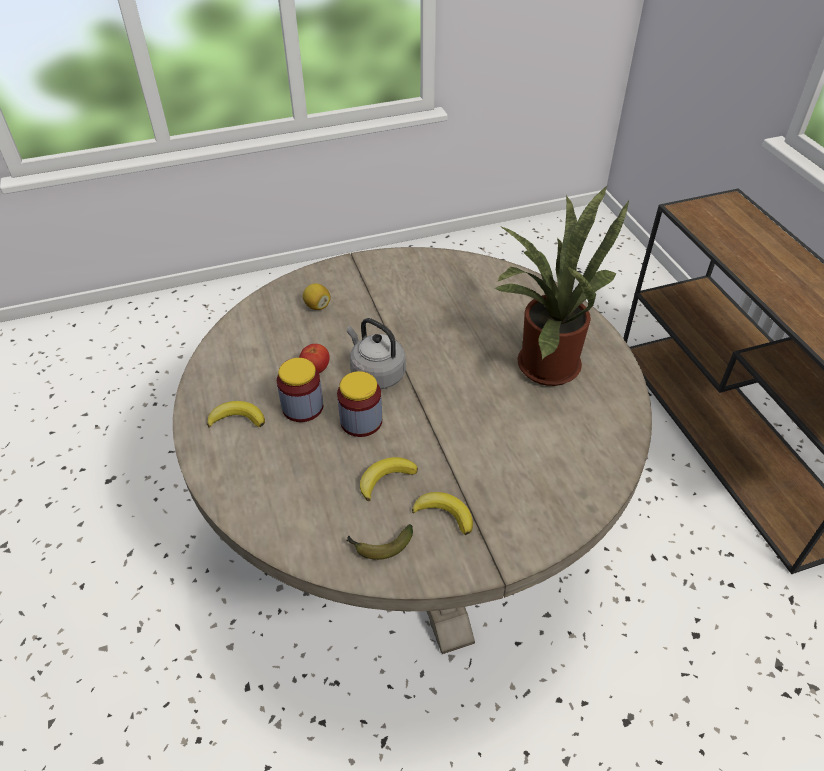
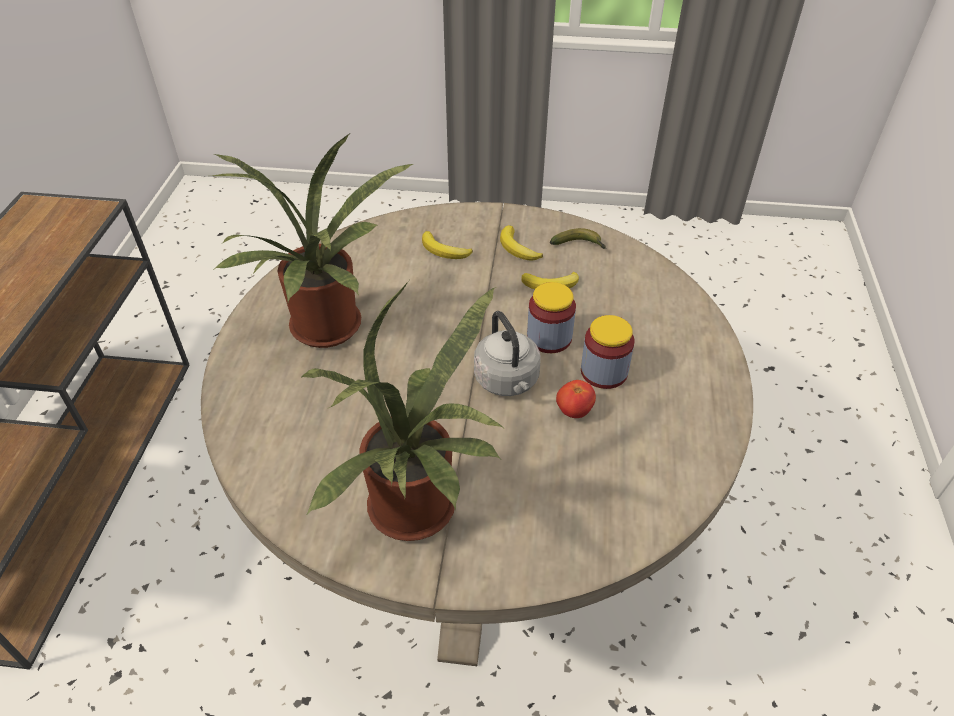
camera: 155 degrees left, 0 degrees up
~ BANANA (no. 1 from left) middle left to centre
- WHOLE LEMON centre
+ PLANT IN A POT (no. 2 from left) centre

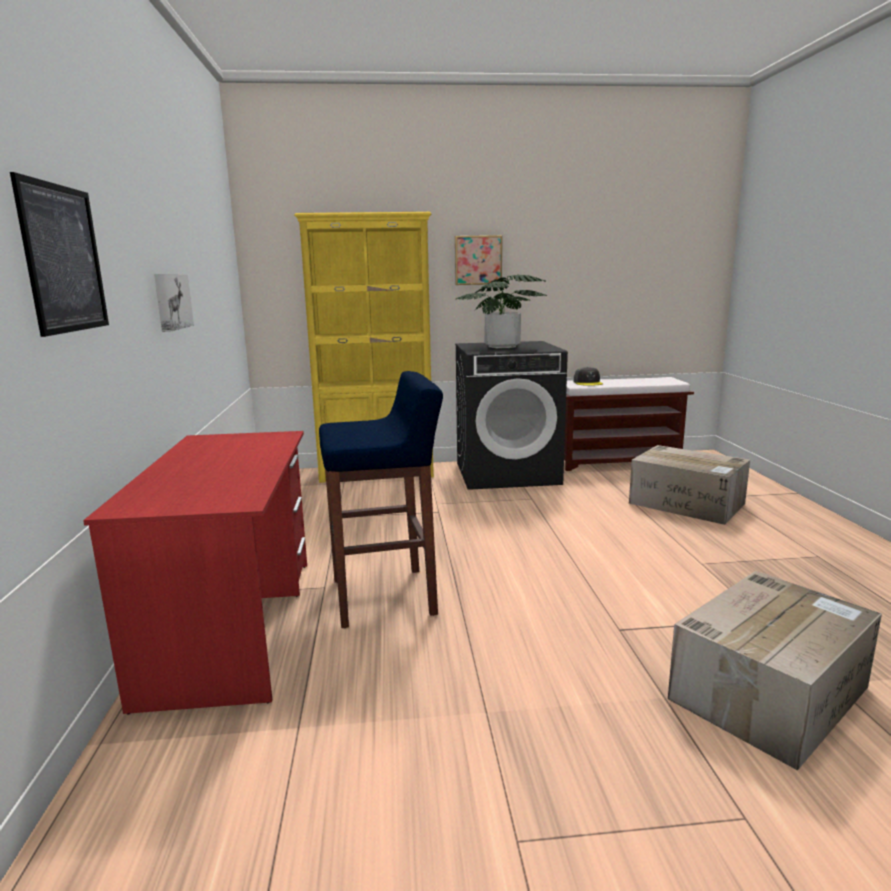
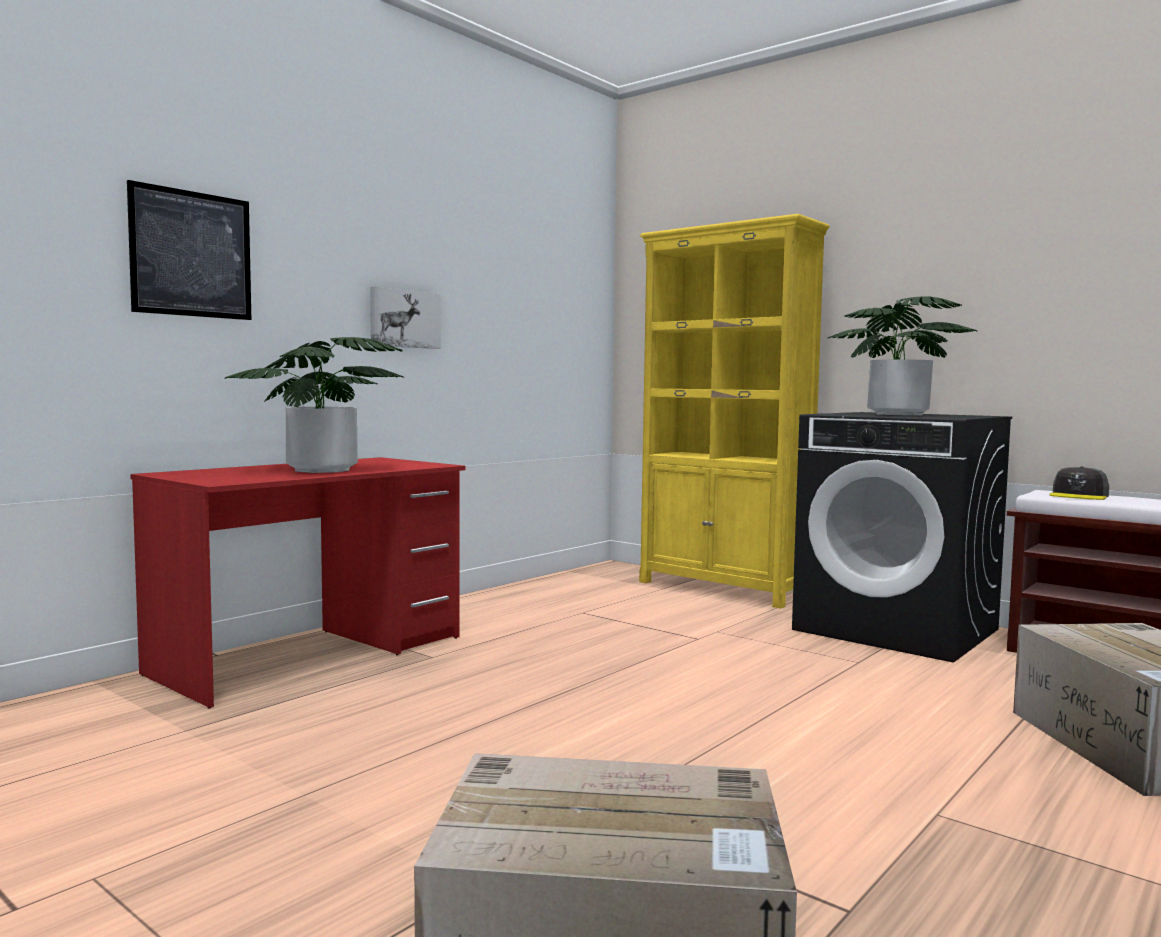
camera: 45 degrees right, 10 degrees down
- BLUE SITTING STOOL centre
- WALL PICTURE (no. 3 from left) top centre
+ PLANT IN A POT (no. 1 from left) middle left

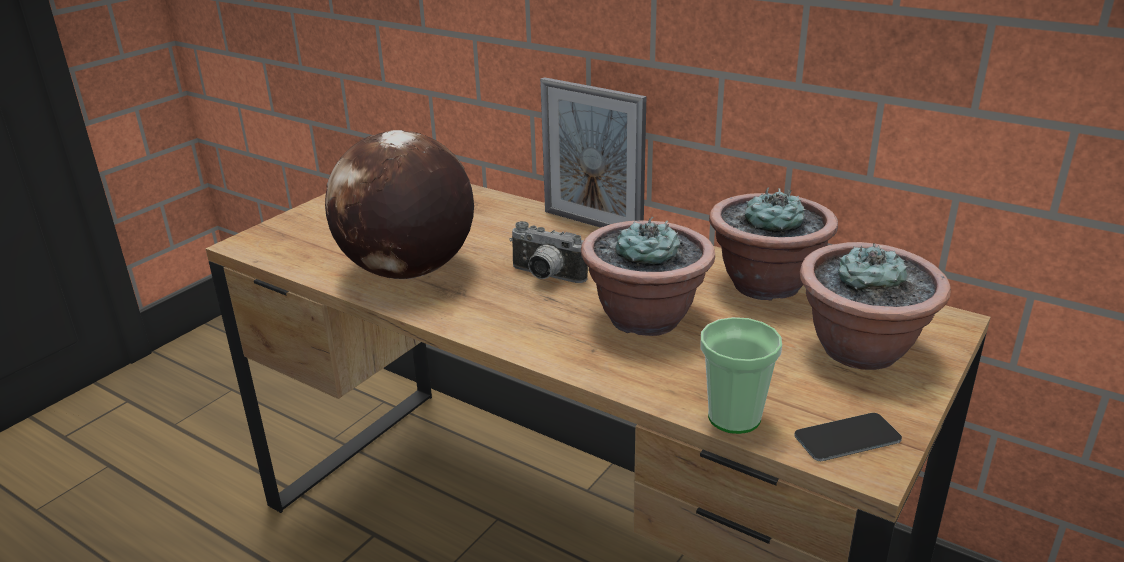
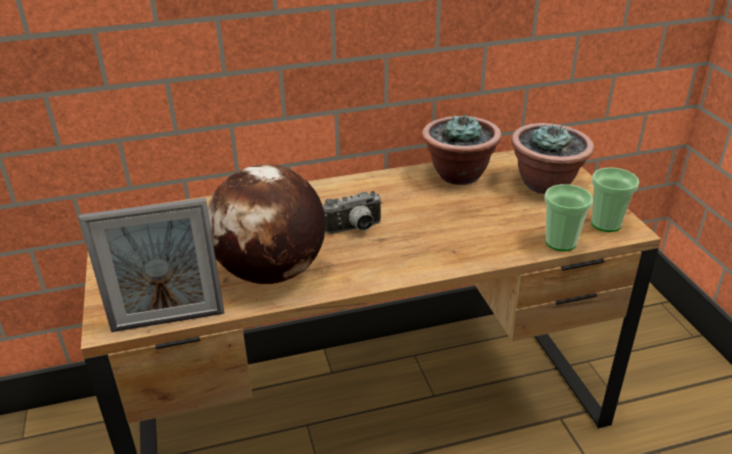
camera: 50 degrees left, 5 degrees up
~ PICTURE FRAME top centre to middle left
- PLANT IN A POT (no. 1 from left) centre
~ HANDSET bottom right to CUP (no. 2 from left) middle right

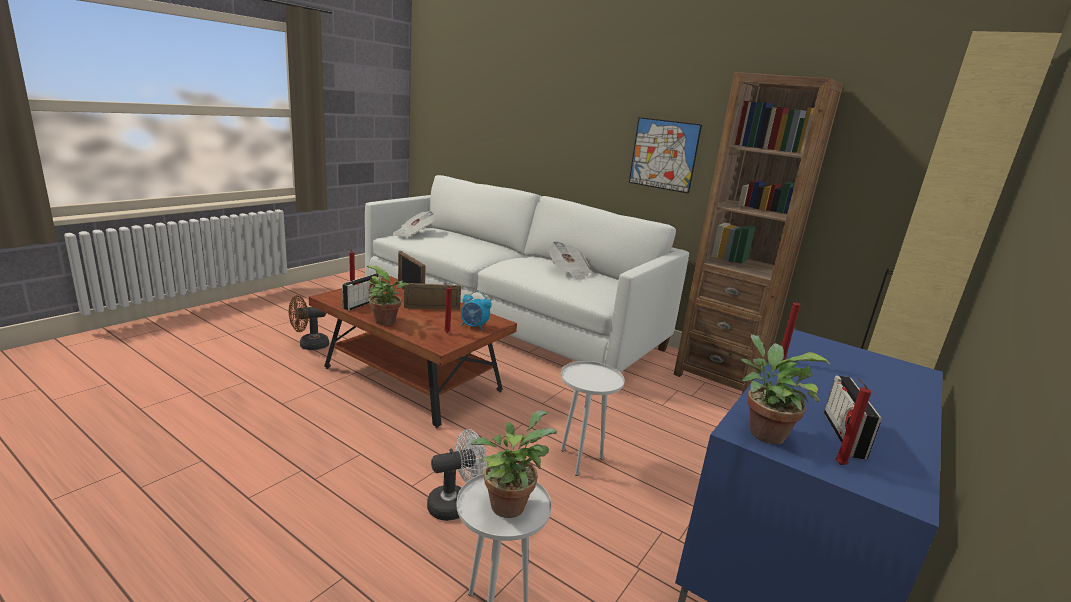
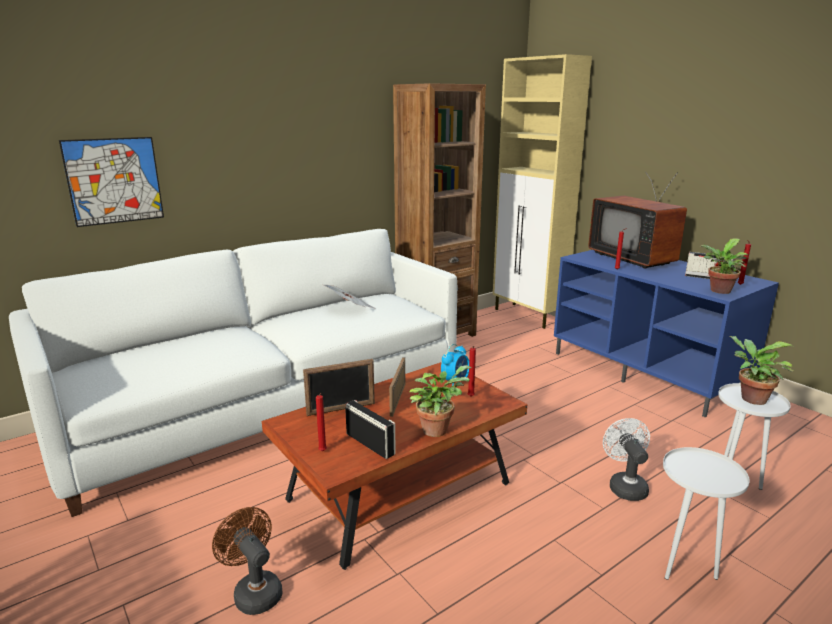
camera: 70 degrees left, 0 degrees up
~ BROWNISH FAN middle left = bottom left 150 degrees clockwise
- DAILY PAPER (no. 1 from left) centre
~ WHITE SIDE TABLE (no. 2 from left in the first image) bottom centre to WHITE SIDE TABLE (no. 1 from left) bottom right
~ WALL PICTURE top centre to top left
+ TELEVISION middle right

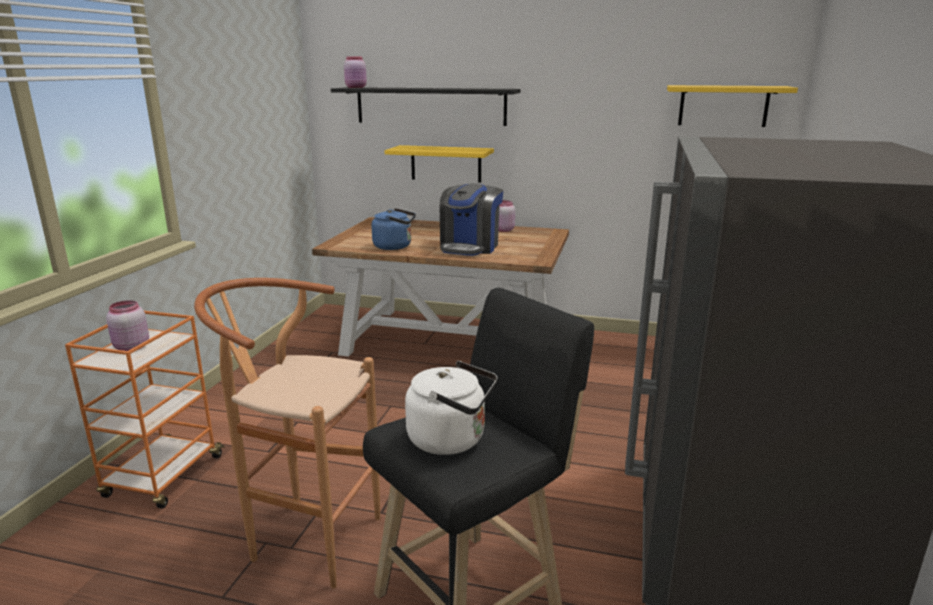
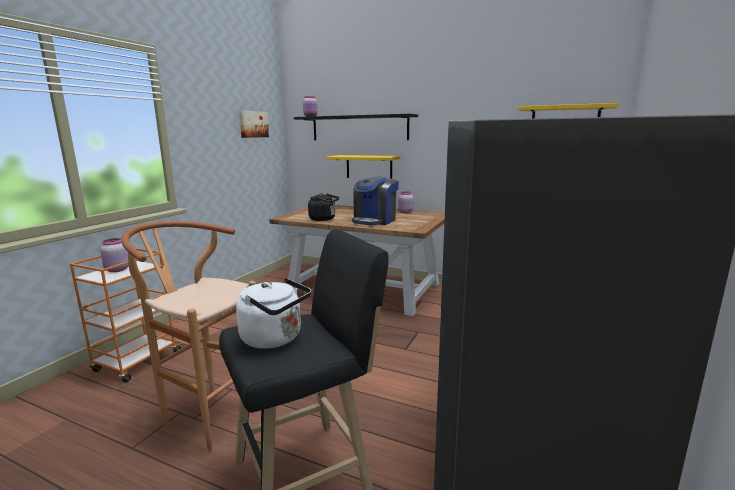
camera: 10 degrees right, 5 degrees down
~ BLUE KETTLE centre to BLACKISH KETTLE centre
+ WALL PICTURE top centre

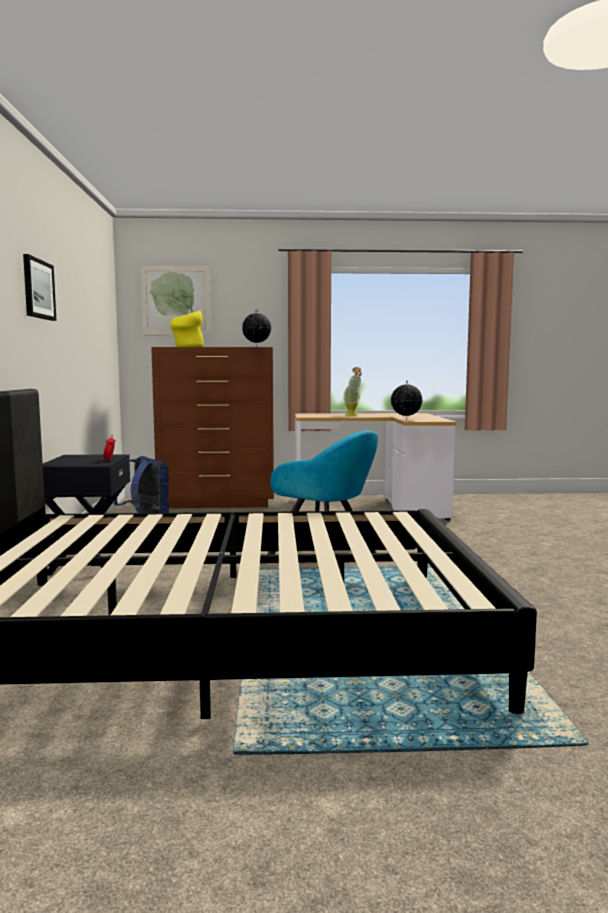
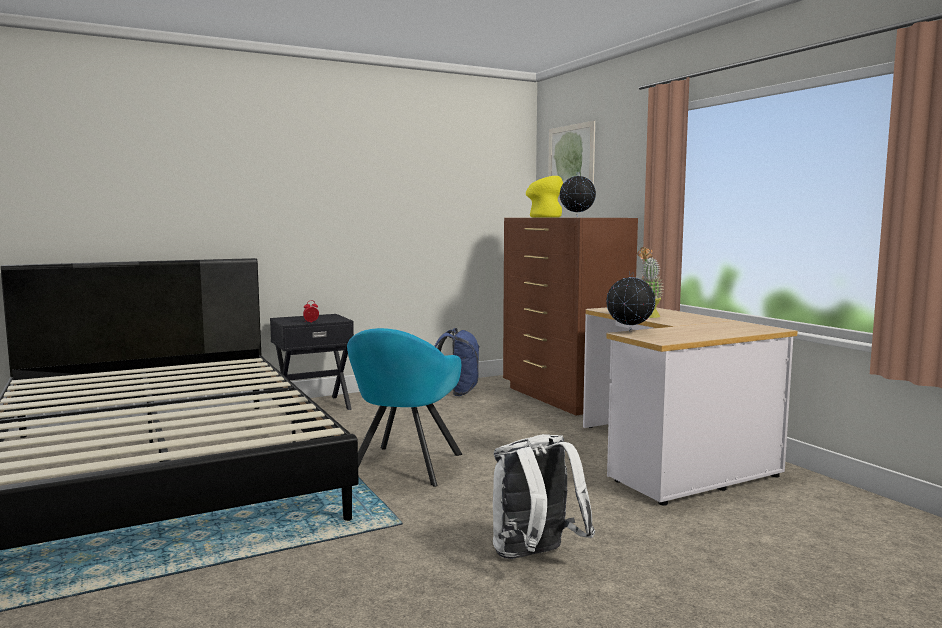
camera: 65 degrees right, 0 degrees up
- WALL PICTURE (no. 1 from left) top left
+ WHITE KNAPSACK bottom centre

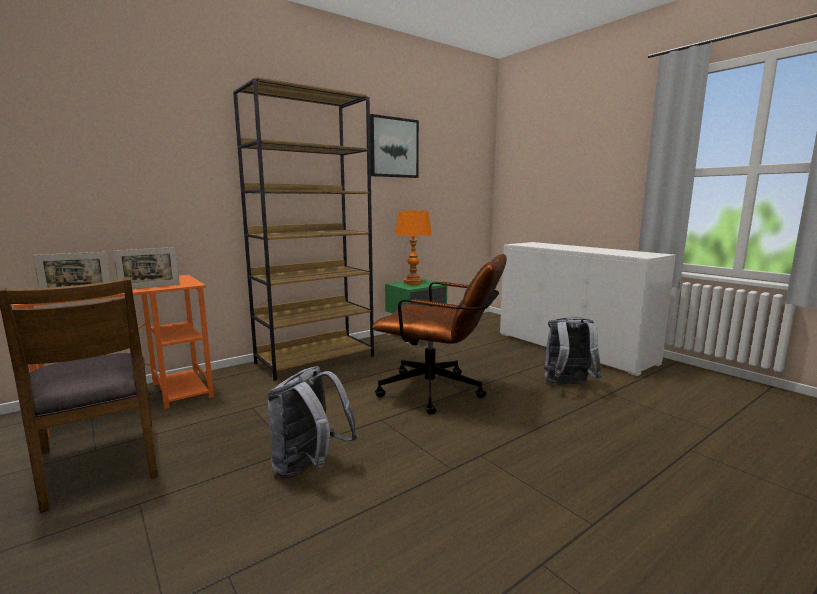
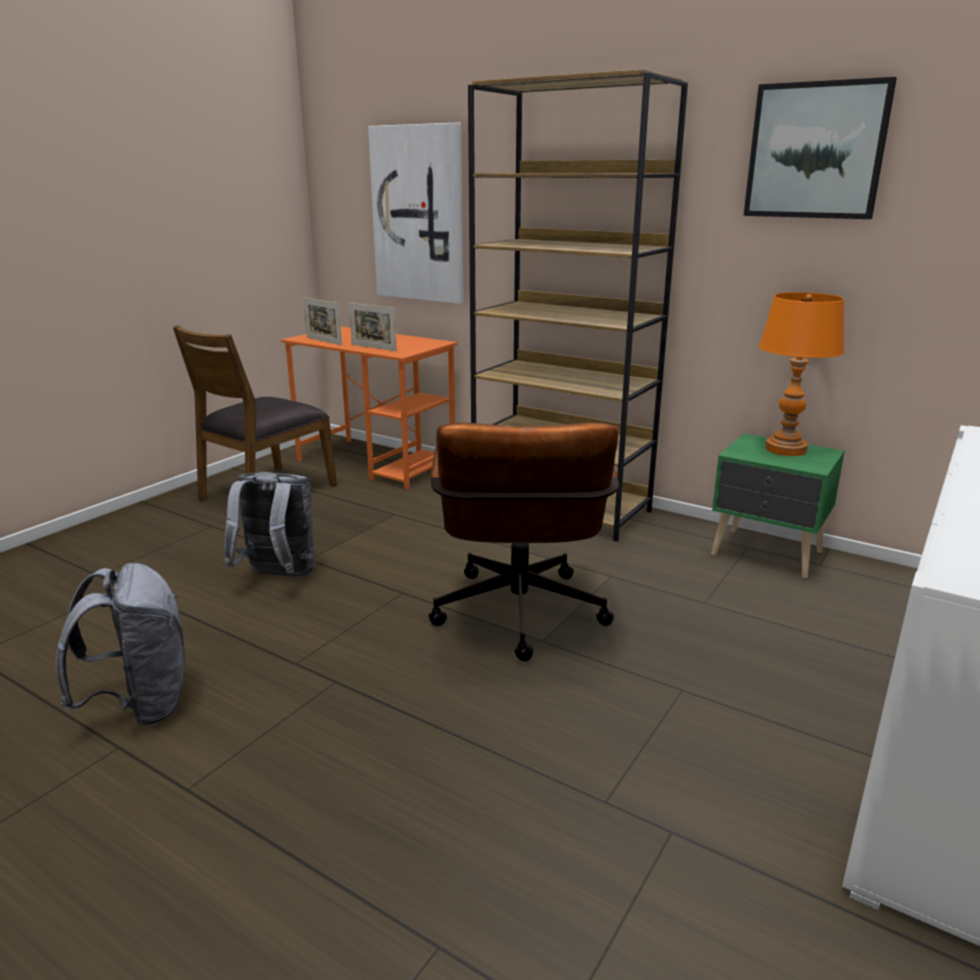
camera: 70 degrees right, 10 degrees up
~ GRAY KNAPSACK (no. 2 from left in the first image) middle right to GRAY KNAPSACK (no. 1 from left) middle left
+ WALL PICTURE (no. 1 from left) top centre

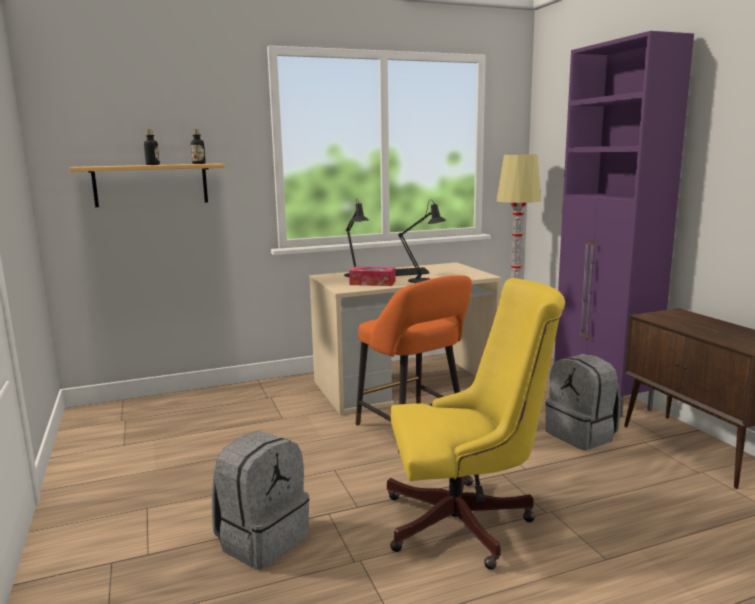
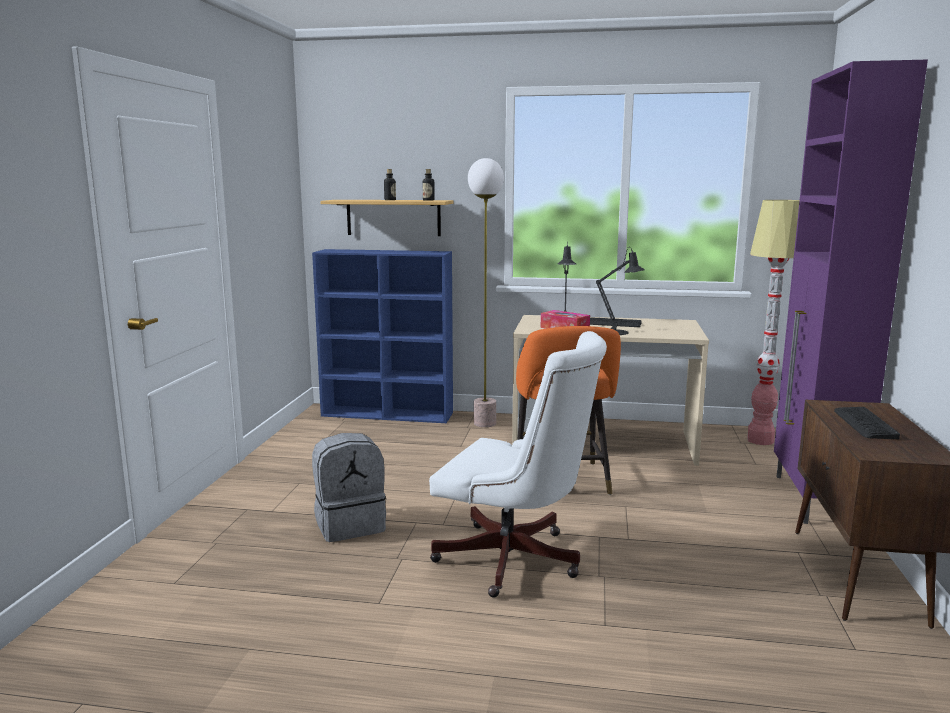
camera: 30 degrees right, 0 degrees up
~ YELLOW COMPUTER CHAIR bottom centre to WHITE COMPUTER CHAIR centre
- GRAY KNAPSACK (no. 2 from left) middle right
+ BLUE BOOKSHELF centre
+ STANDARD LAMP (no. 1 from left) centre
+ PC KEYBOARD (no. 2 from left) middle right

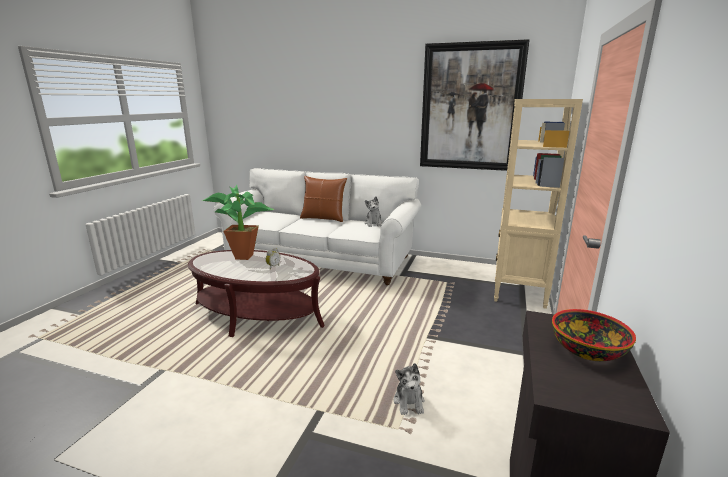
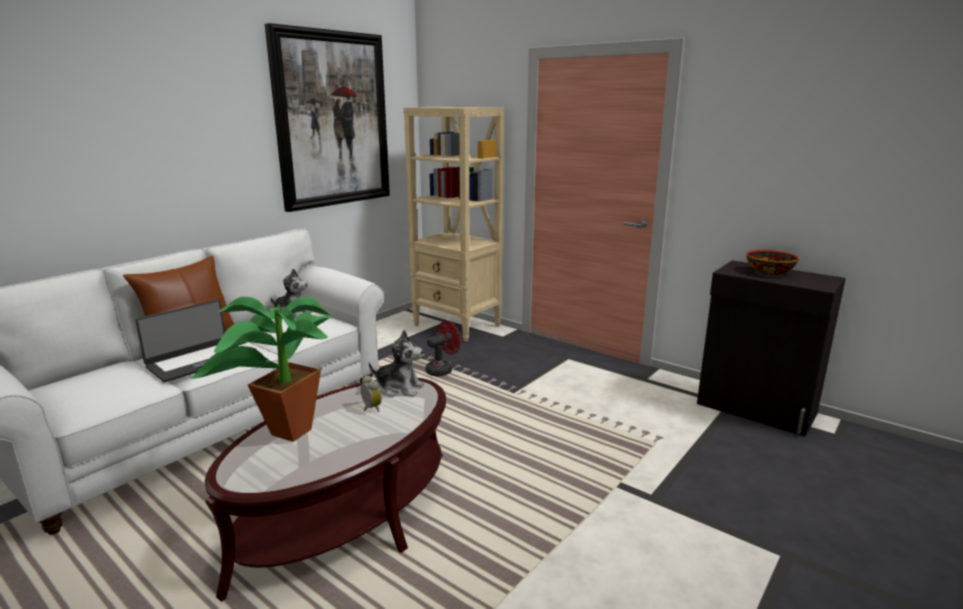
camera: 70 degrees left, 0 degrees up
~ SOFT TOY (no. 2 from left) bottom centre to centre
+ LAPTOP middle left
+ RED-COLOURED FAN centre

